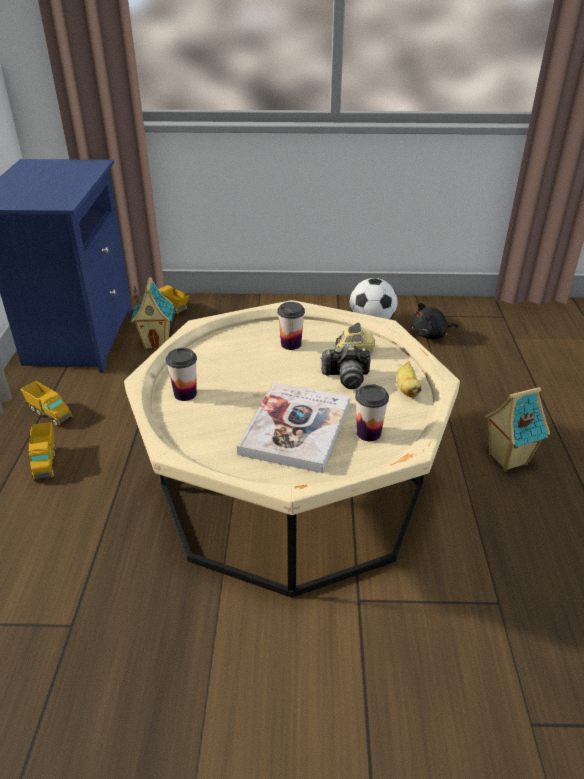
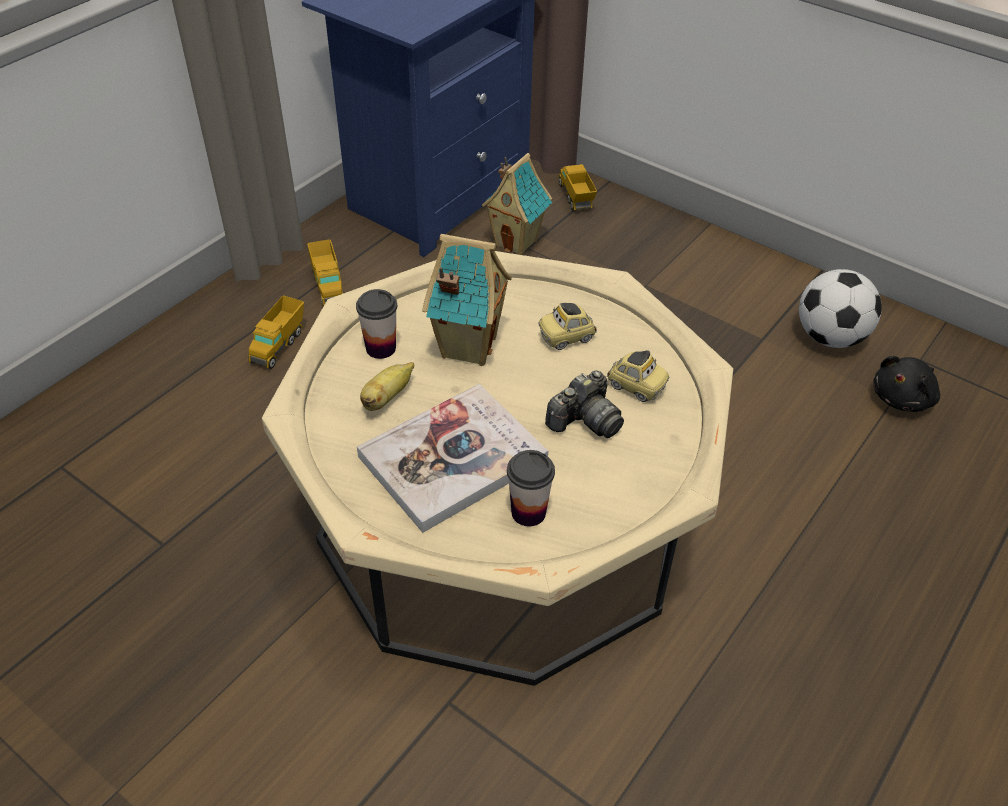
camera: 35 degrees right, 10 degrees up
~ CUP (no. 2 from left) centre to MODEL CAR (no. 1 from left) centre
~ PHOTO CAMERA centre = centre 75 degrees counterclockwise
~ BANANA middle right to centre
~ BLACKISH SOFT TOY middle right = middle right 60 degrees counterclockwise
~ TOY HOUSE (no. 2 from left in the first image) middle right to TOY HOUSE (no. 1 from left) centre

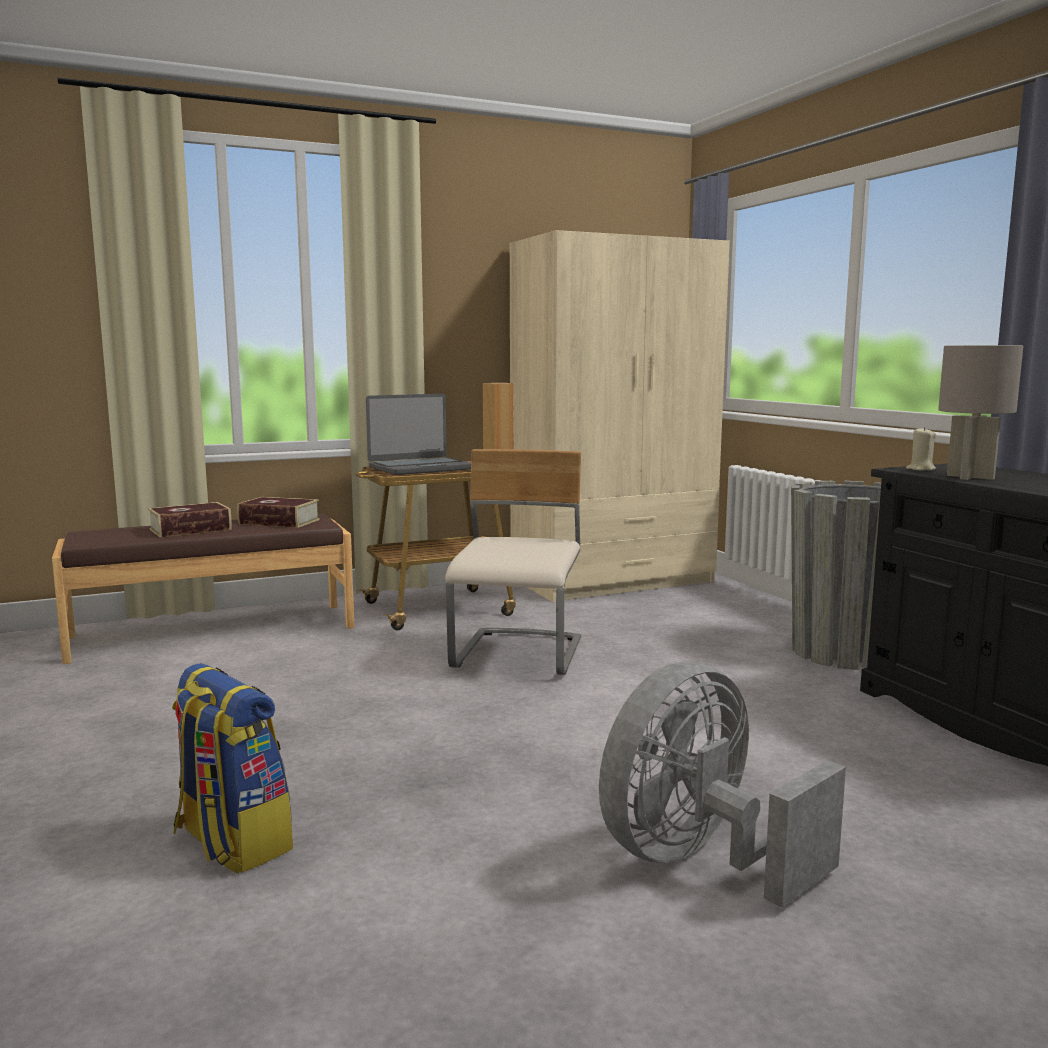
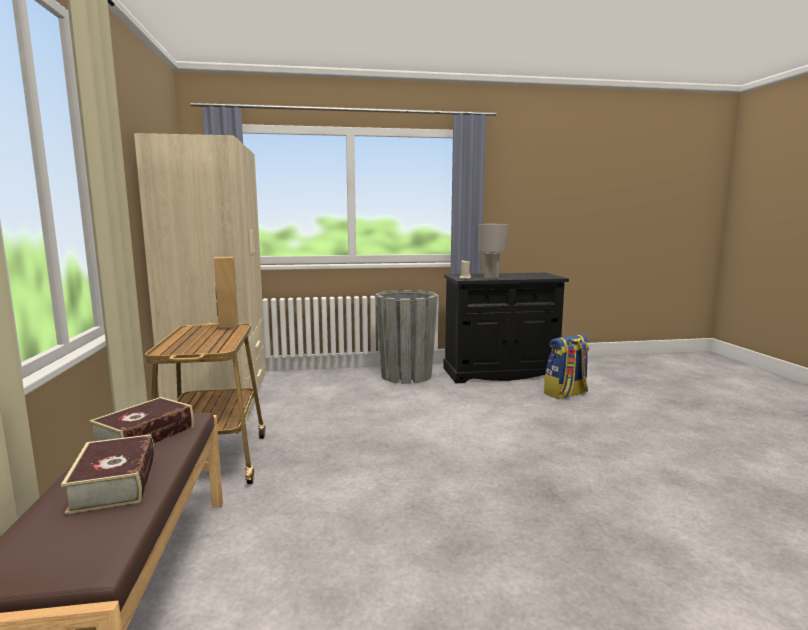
camera: 75 degrees left, 0 degrees up
~ KNAPSACK bottom left to middle right
- LAPTOP centre
- BEIGE PLAIN CHAIR centre
- GRAY FAN bottom right

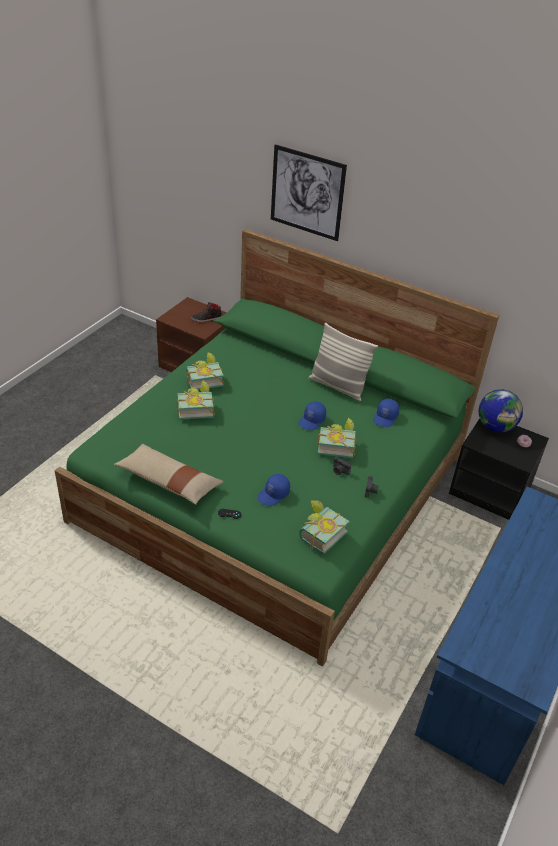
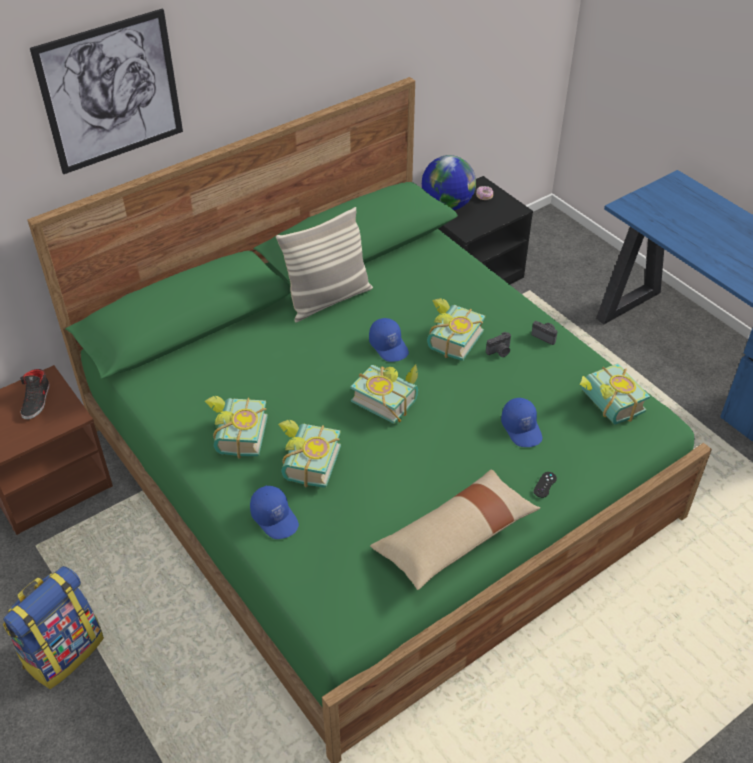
camera: 65 degrees left, 5 degrees up
~ BLUE BASEBALL CAP (no. 3 from left in the first image) middle right to BLUE BASEBALL CAP (no. 1 from left) bottom centre
+ KNAPSACK bottom left
+ BOOK (no. 3 from left) centre

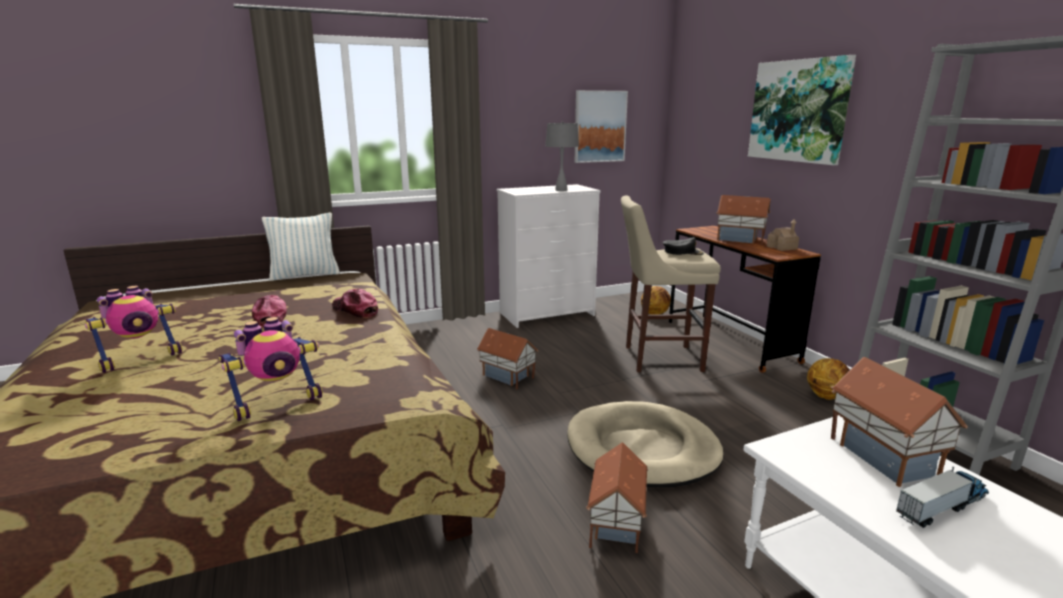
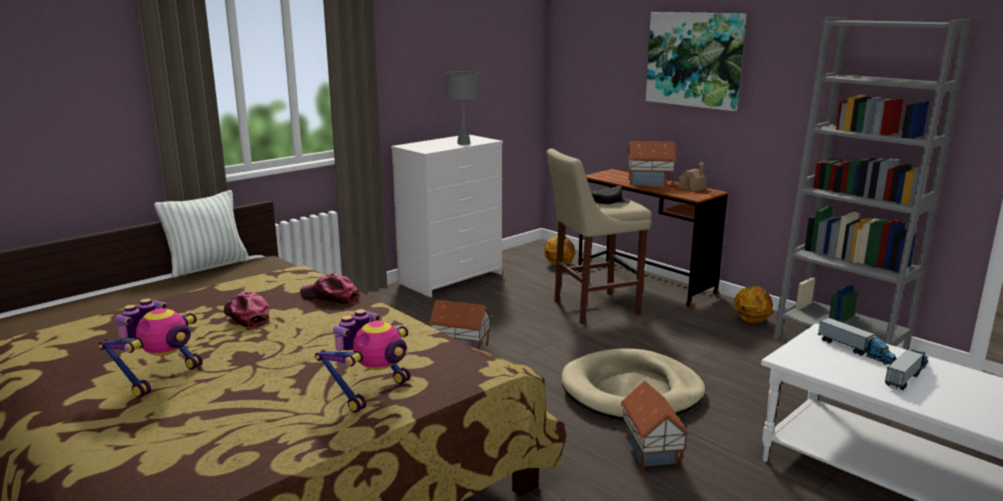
camera: 20 degrees left, 0 degrees up
- WALL PICTURE (no. 1 from left) top centre
~ TOY HOUSE (no. 5 from left) bottom right to TOY TRUCK (no. 1 from left) bottom right

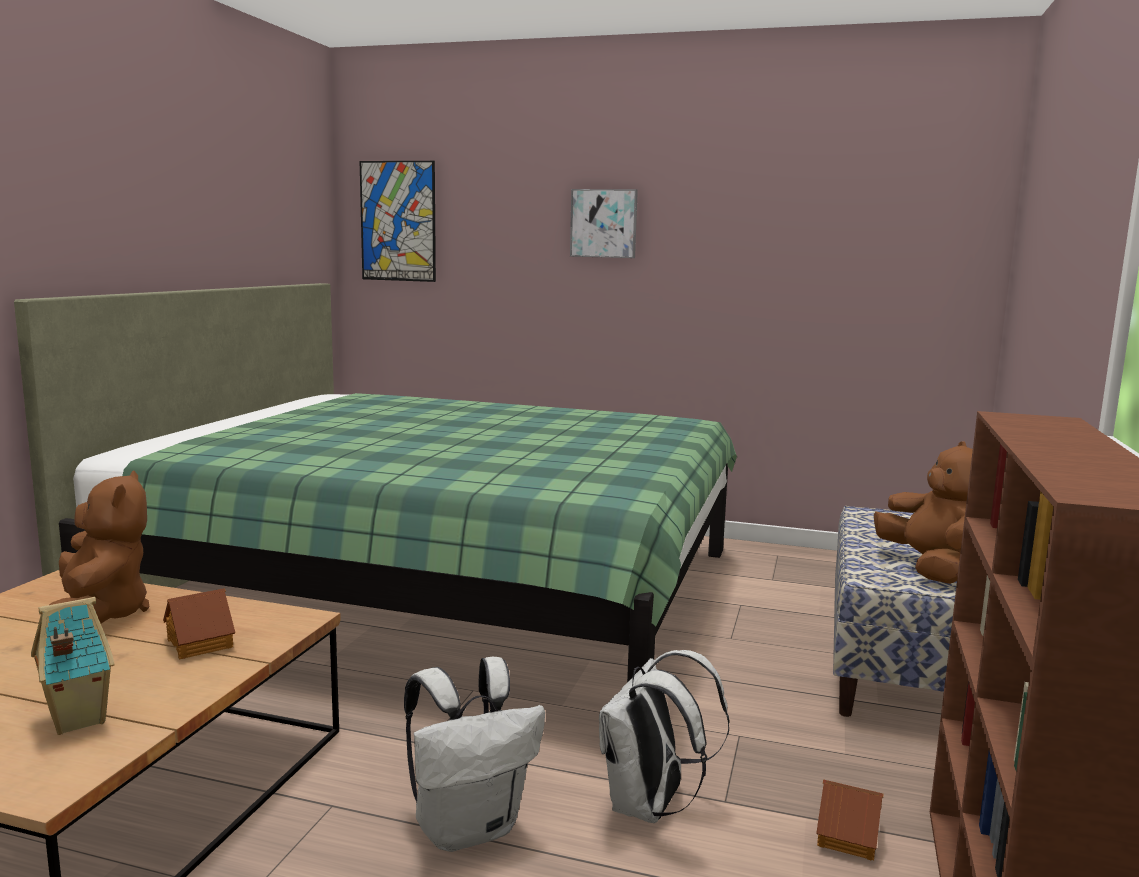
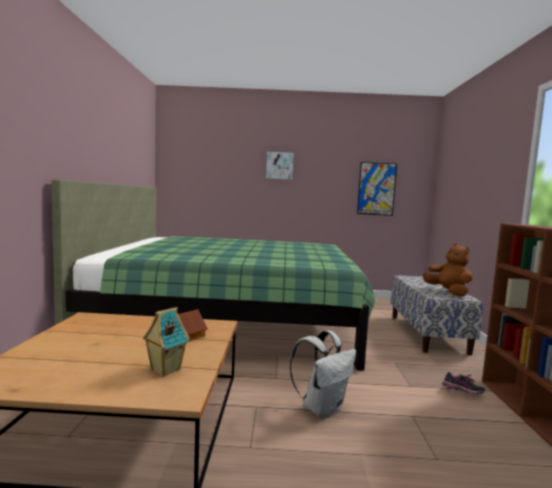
camera: 15 degrees left, 5 degrees down
- BROWNISH SOFT TOY (no. 1 from left) middle left
~ WALL PICTURE (no. 1 from left in the first image) top centre to WALL PICTURE (no. 2 from left) middle right
- WHITE KNAPSACK (no. 2 from left) bottom centre
~ TOY HOUSE (no. 3 from left) bottom right to LOW SHOE bottom right

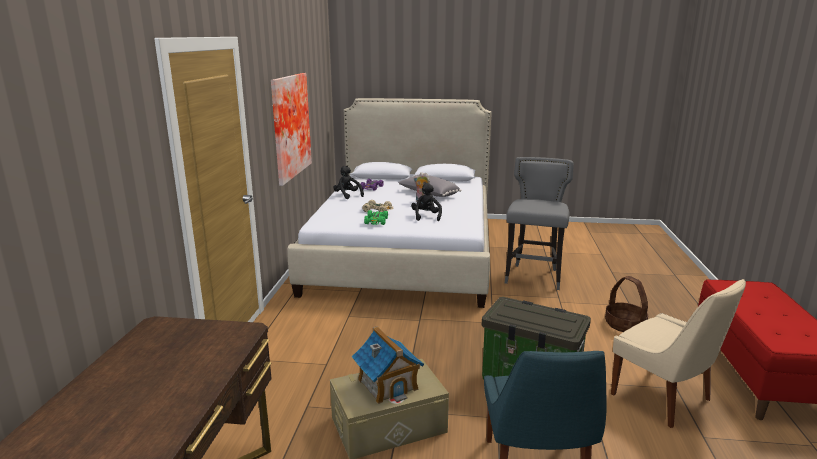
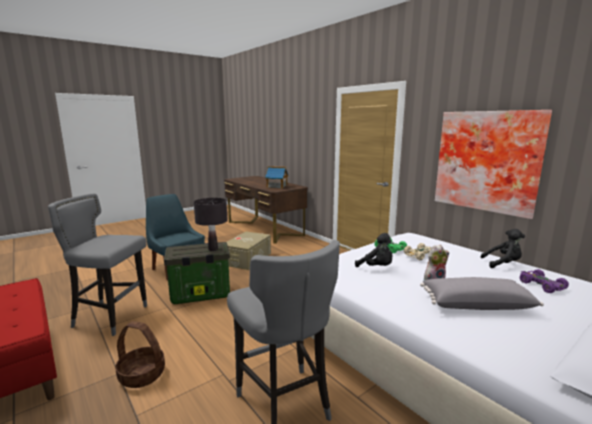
camera: 135 degrees right, 5 degrees down
~ TOY HOUSE bottom centre to centre
~ BEIGE PLAIN CHAIR bottom right to GRAY SITTING STOOL (no. 1 from left) middle left
+ BLACKISH TABLE LAMP centre

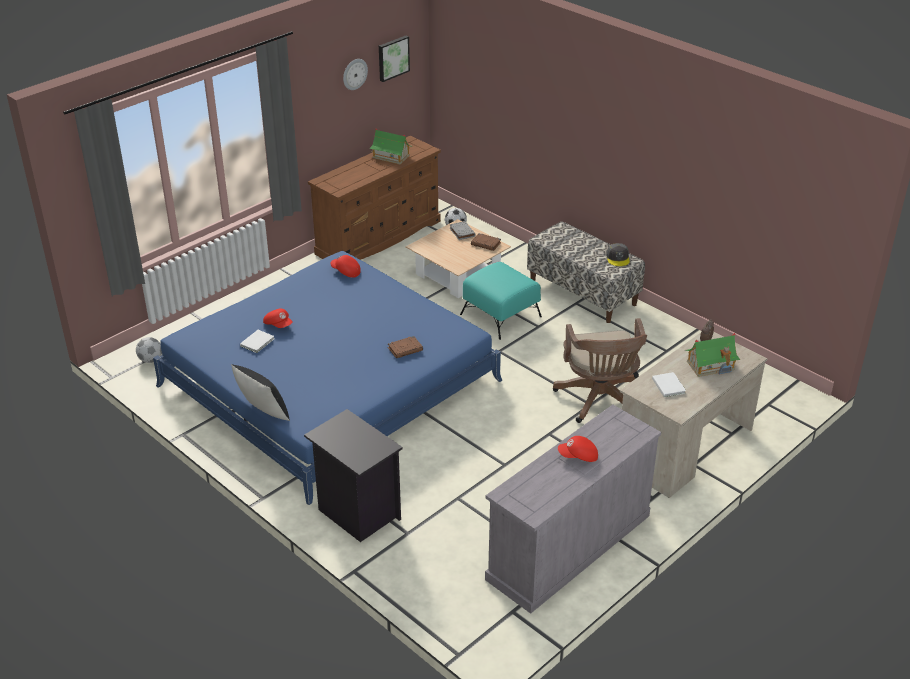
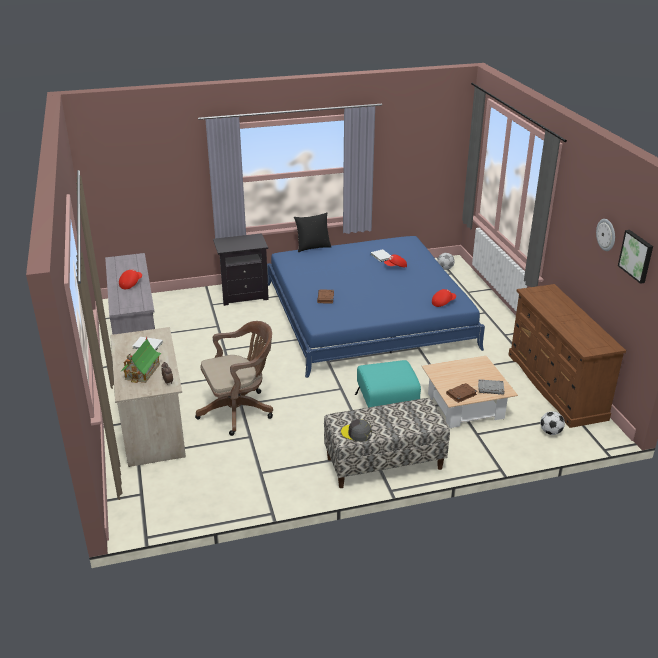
camera: 120 degrees right, 5 degrees down
- TOY HOUSE (no. 1 from left) top centre
~ BROWNISH COMPUTER CHAIR centre = centre 135 degrees clockwise

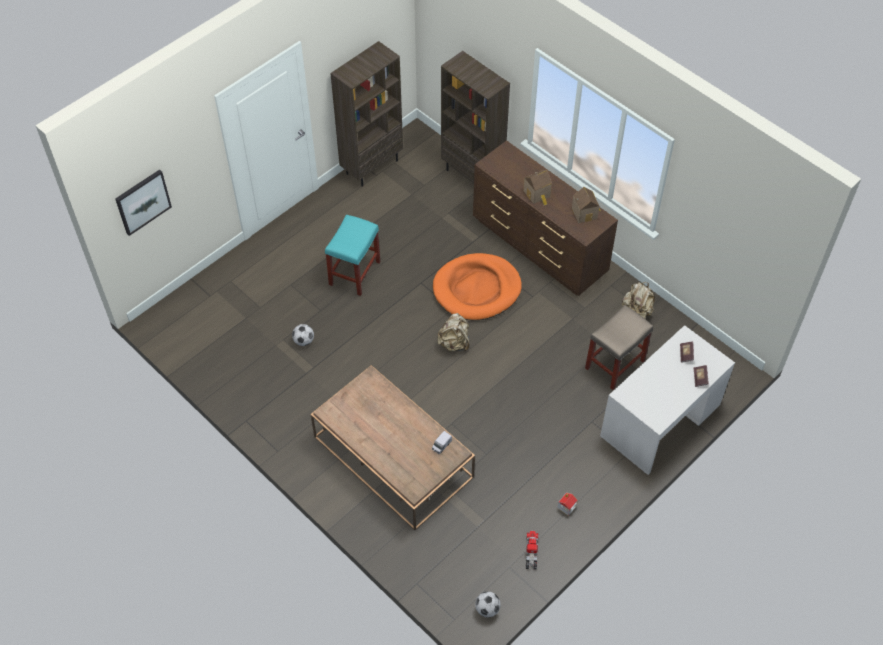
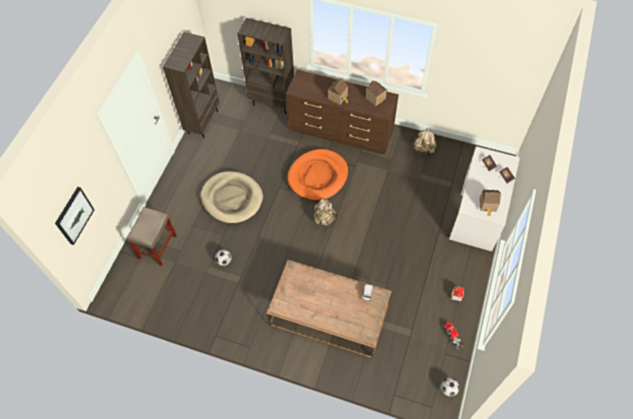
camera: 25 degrees left, 5 degrees up
~ TURQUOISE SITTING STOOL centre to BEIGE DOG BED centre
~ BEIGE SITTING STOOL middle right to middle left
+ TOY HOUSE (no. 4 from left) middle right

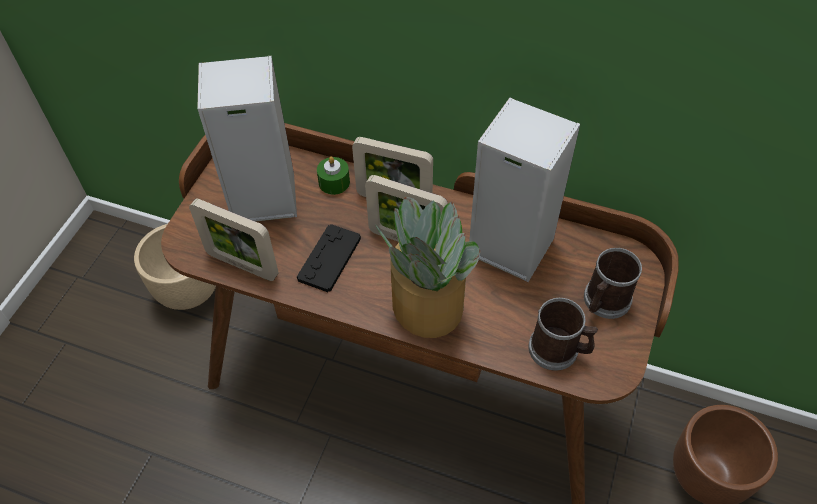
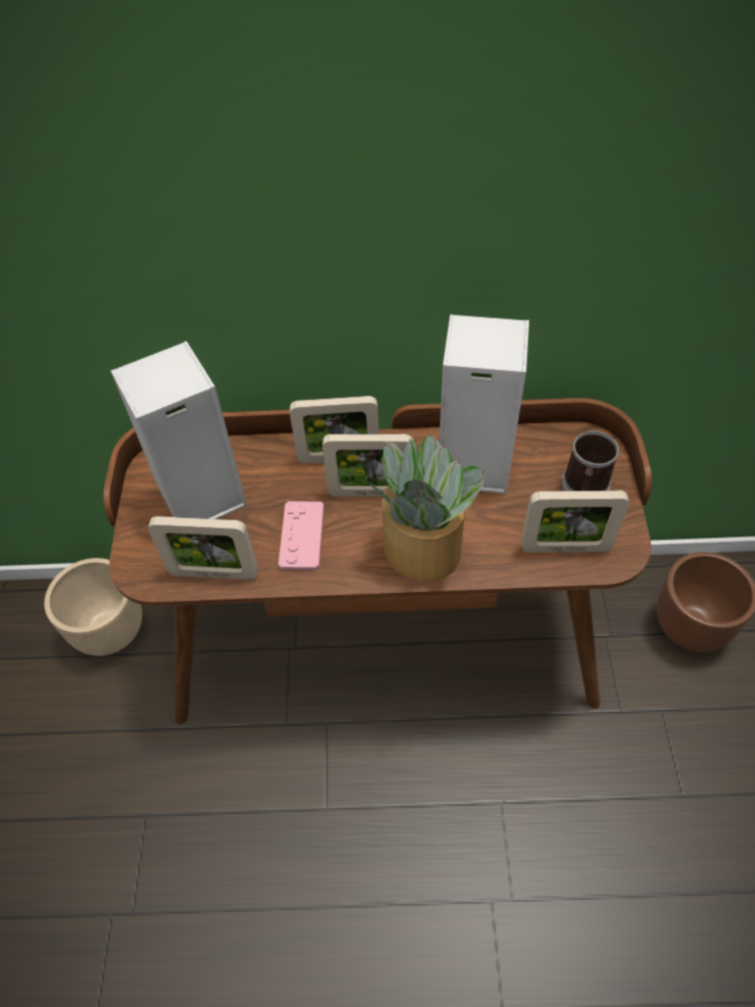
camera: 20 degrees left, 0 degrees up
~ BLACKISH GAME CONTROLLER centre to PINK GAME CONTROLLER centre
- GREEN-COLOURED WAX CANDLE centre
~ MUG (no. 1 from left) middle right to PICTURE FRAME (no. 4 from left) middle right

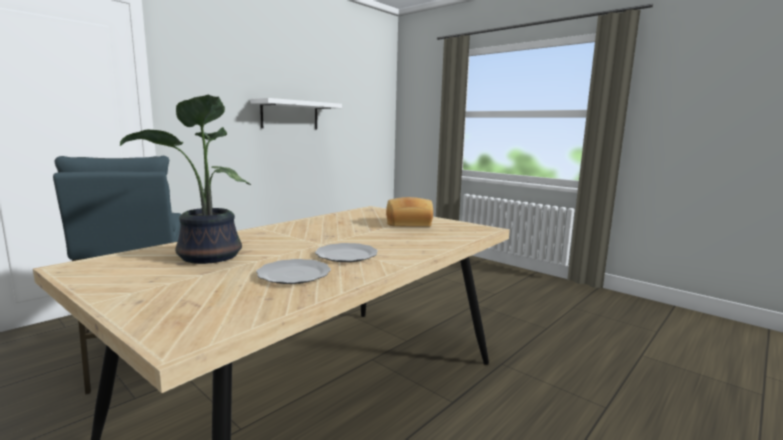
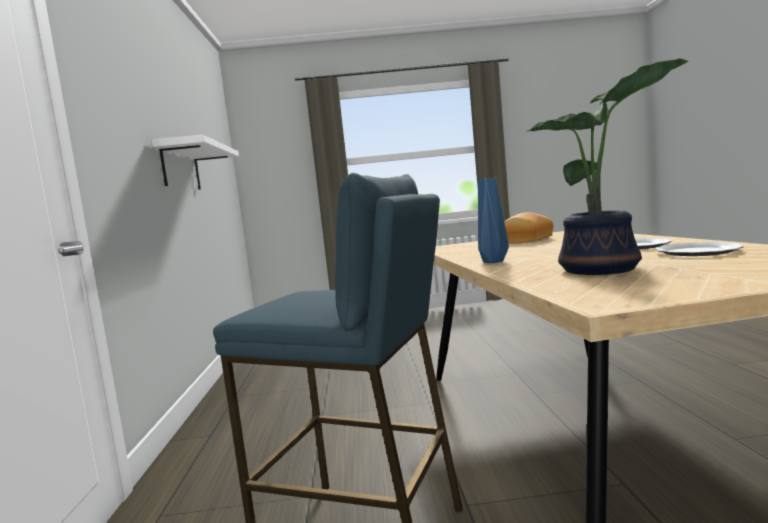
camera: 45 degrees left, 5 degrees down
+ BLUE FLOWER VASE centre

